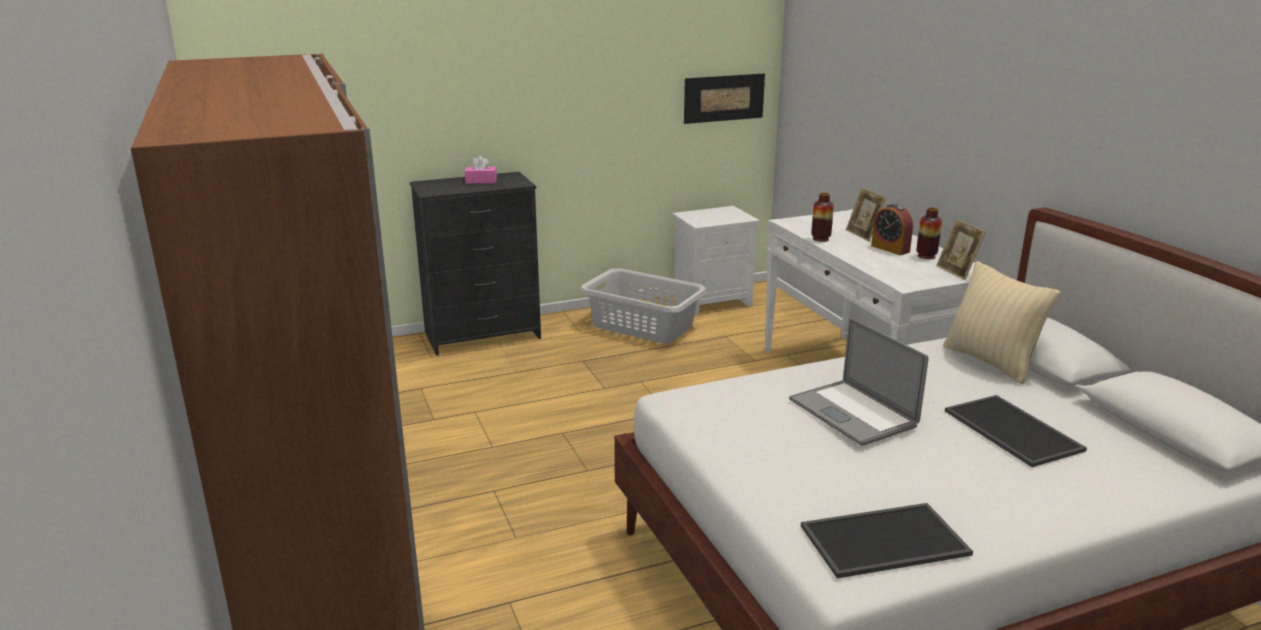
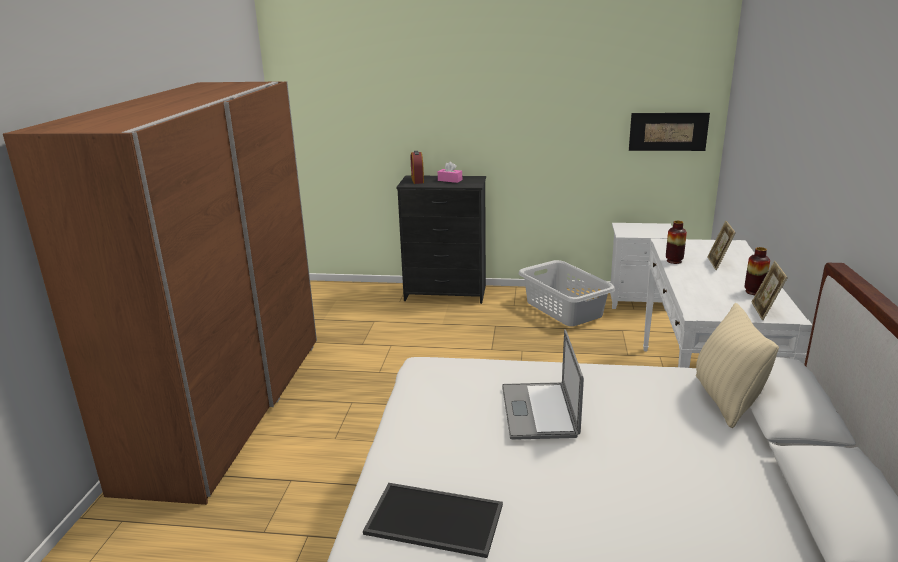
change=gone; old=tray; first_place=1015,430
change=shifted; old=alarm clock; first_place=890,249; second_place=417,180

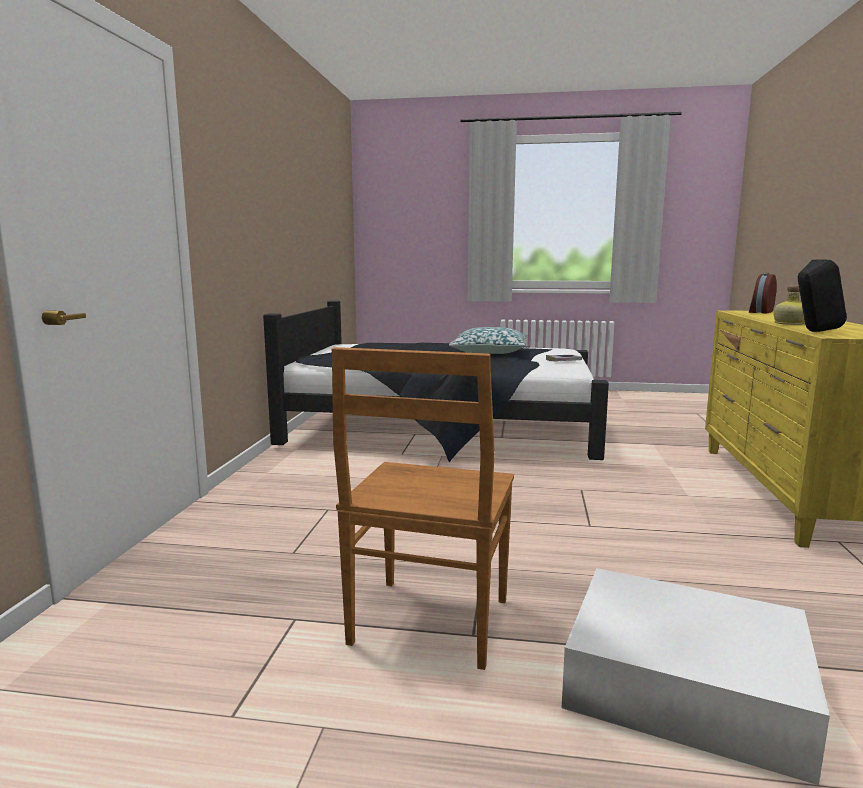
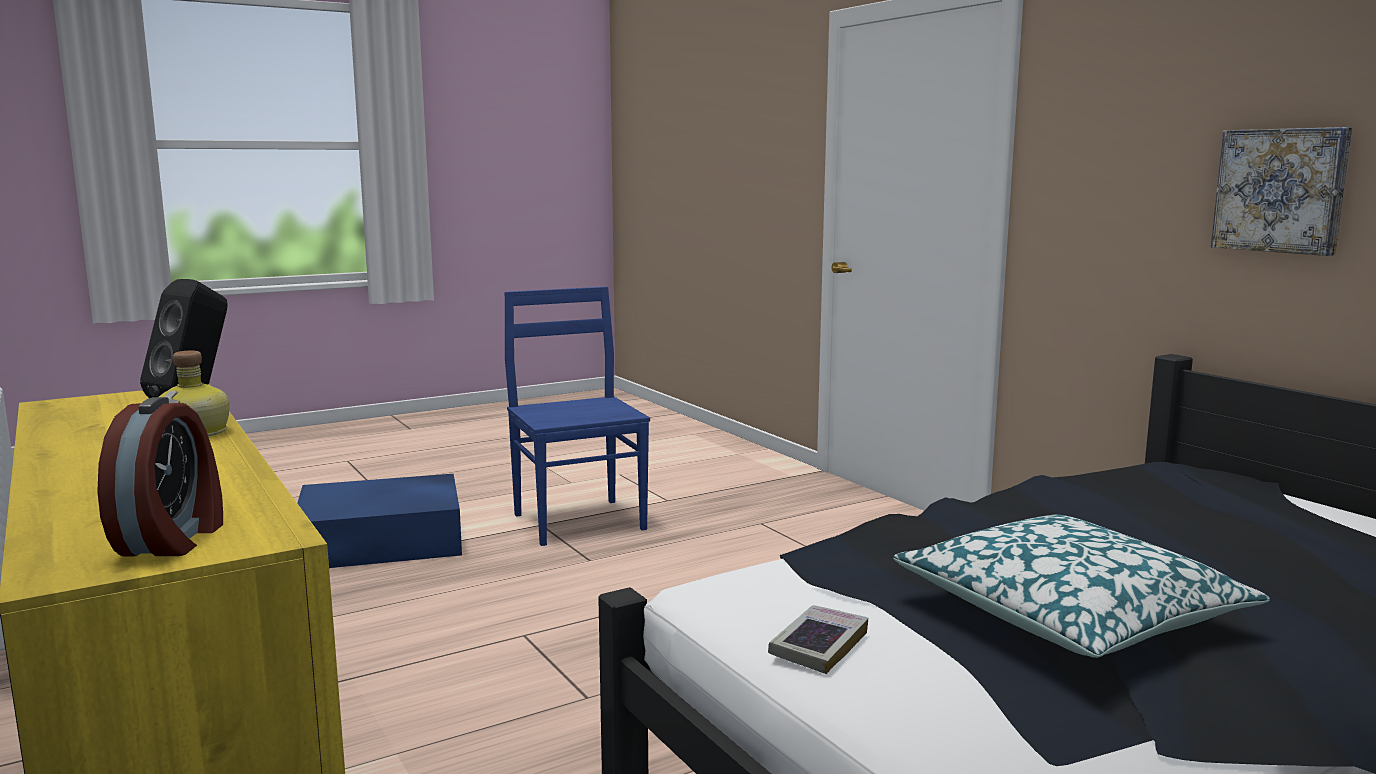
change=new; new=picture; second_place=1281,190
change=repainted; old=brown chair; new=blue chair; first_place=428,624; second_place=578,520
change=repainted; old=white storage box; new=blue storage box; first_place=681,684; second_place=384,541

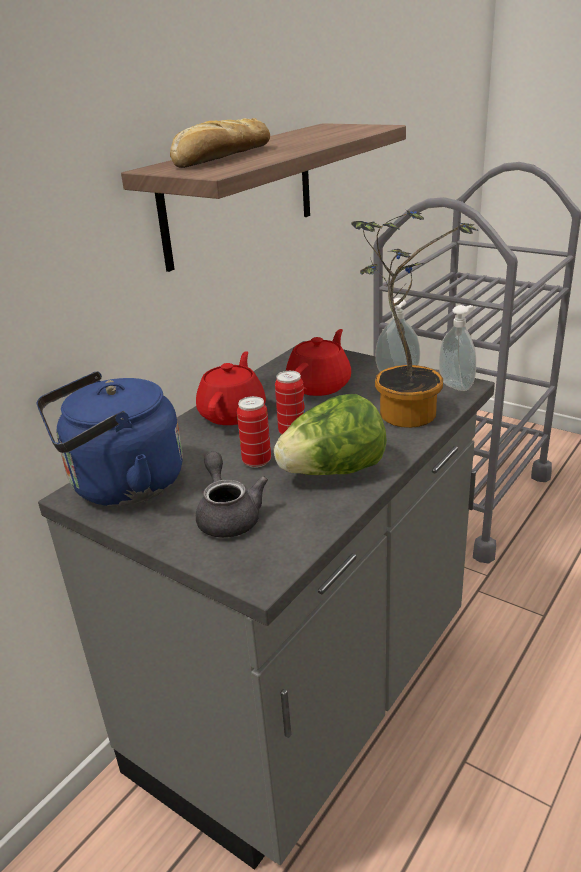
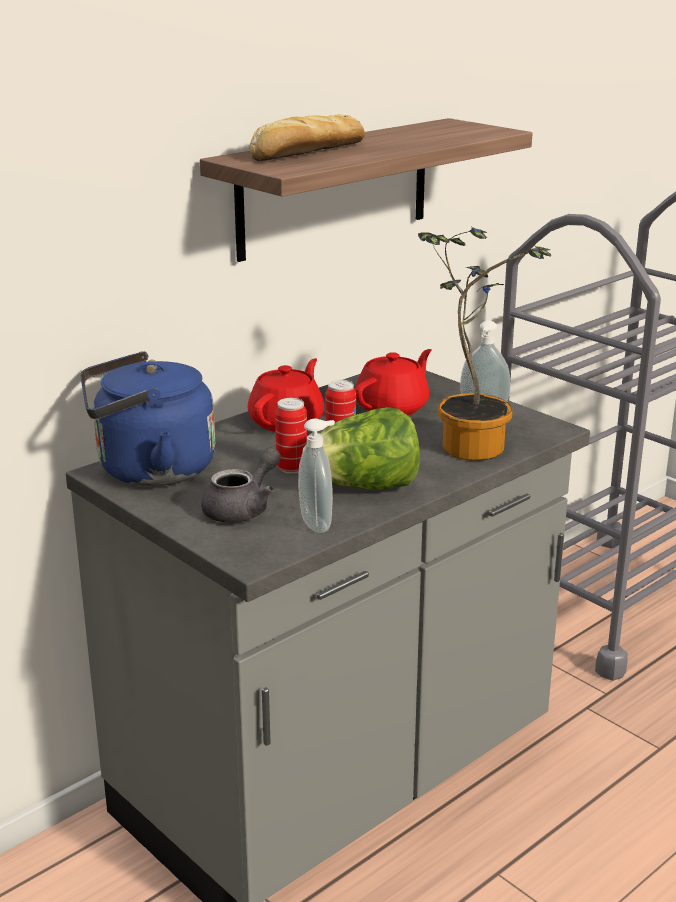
change=shifted; old=soap dispenser; first_place=457,385; second_place=318,524
change=rotated; old=grey teapot; first_place=228,515; second_place=243,509; degrees=45

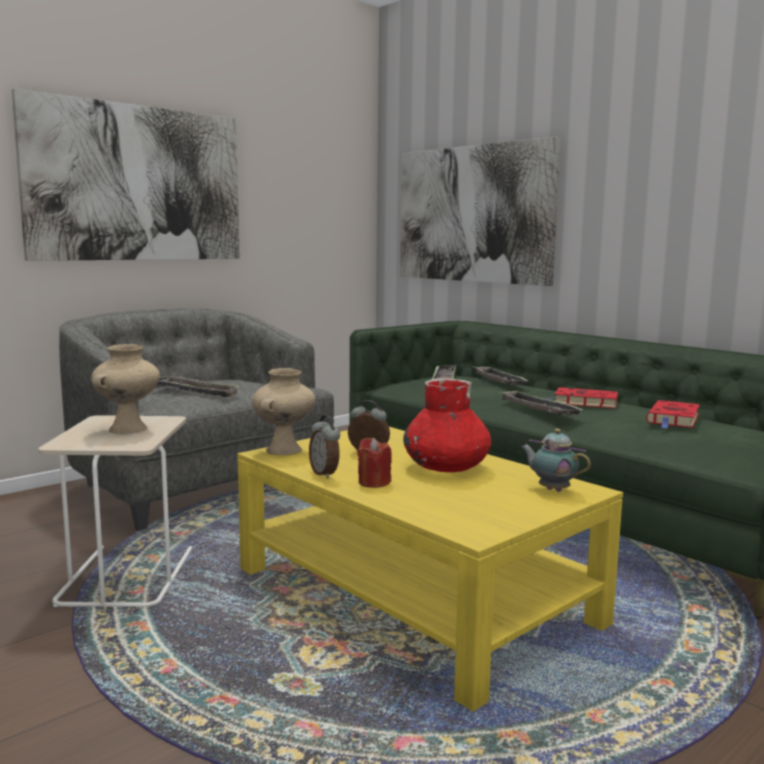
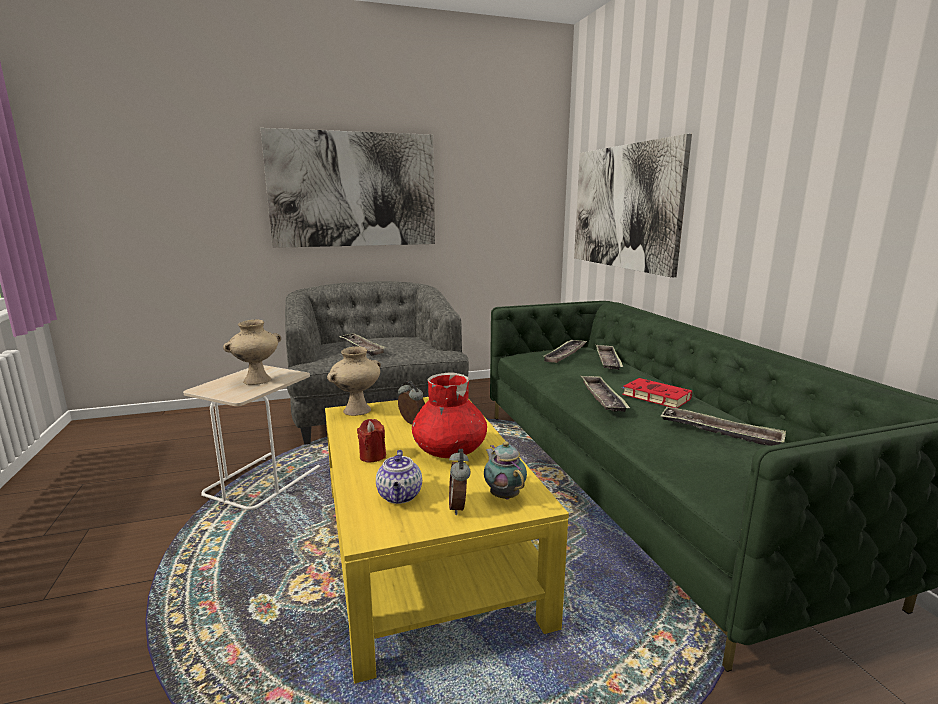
change=new; new=teapot; second_place=400,496
change=shifted; old=alarm clock; first_place=325,474; second_place=459,506
change=swapped; old=red book; new=tray; first_place=673,419; second_place=719,432

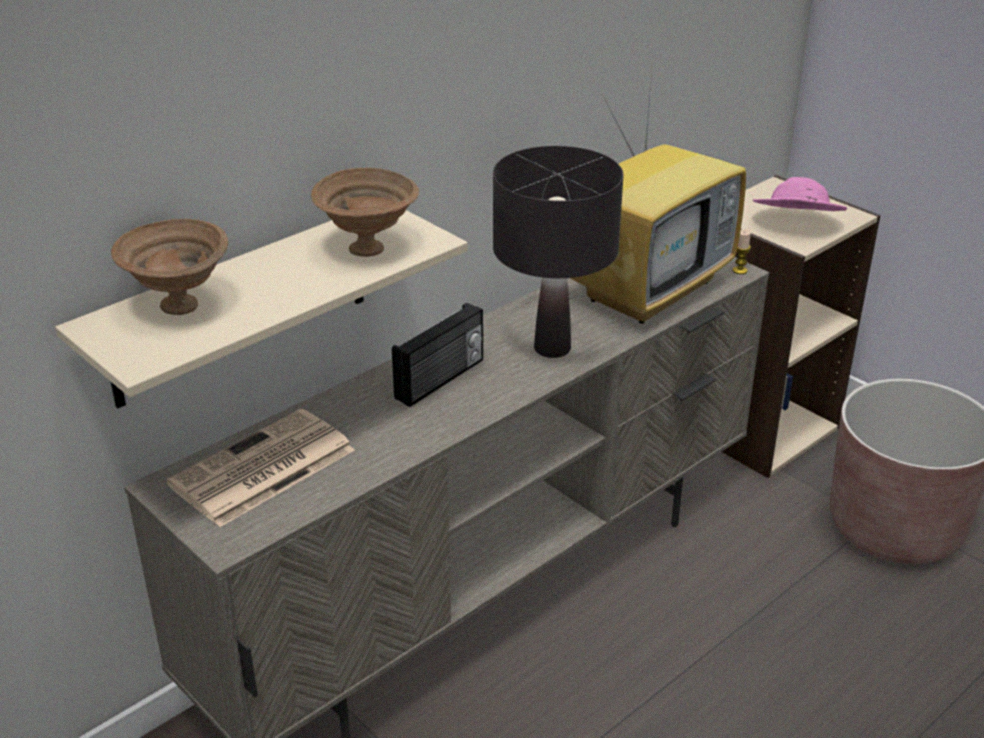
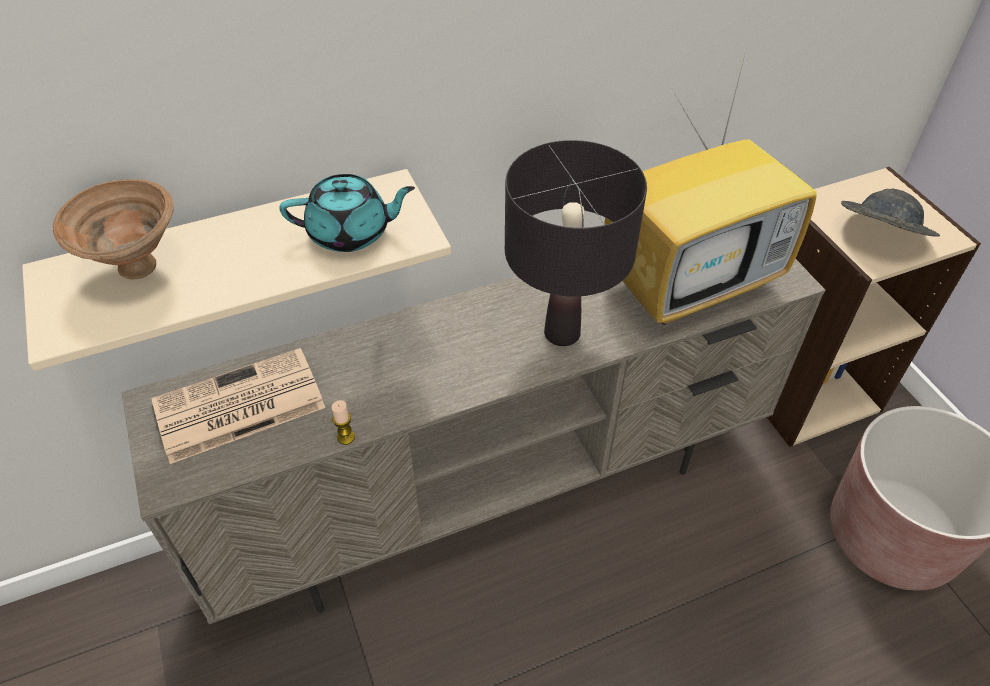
change=gone; old=radio; first_place=441,380
change=shifted; old=candle; first_place=739,270; second_place=346,437
change=swapped; old=brown bowl; new=turquoise teapot; first_place=369,248; second_place=351,233
change=repainted; old=pink hat; new=grey hat; first_place=795,225; second_place=880,236

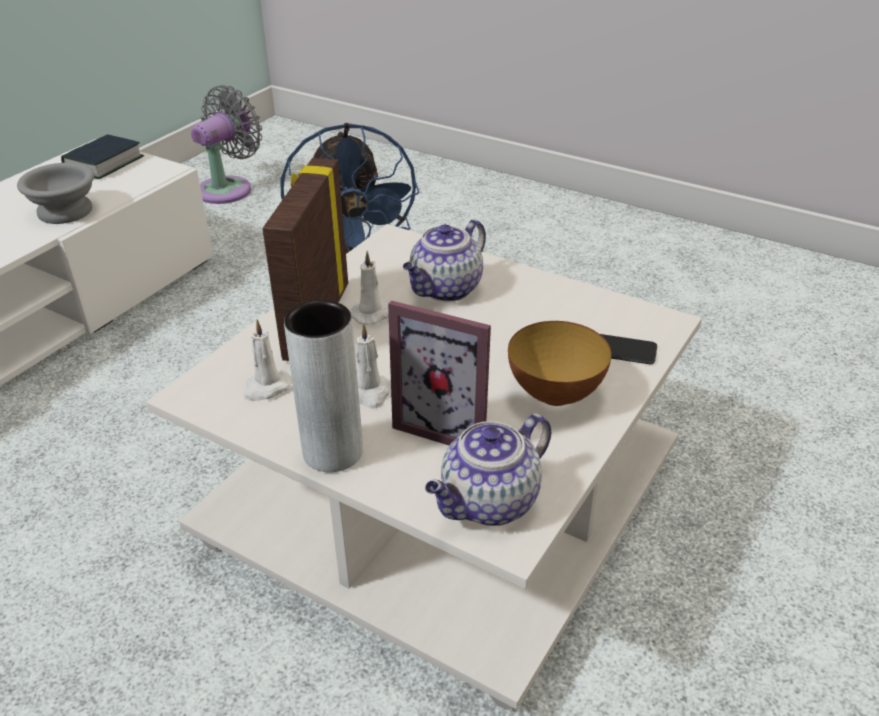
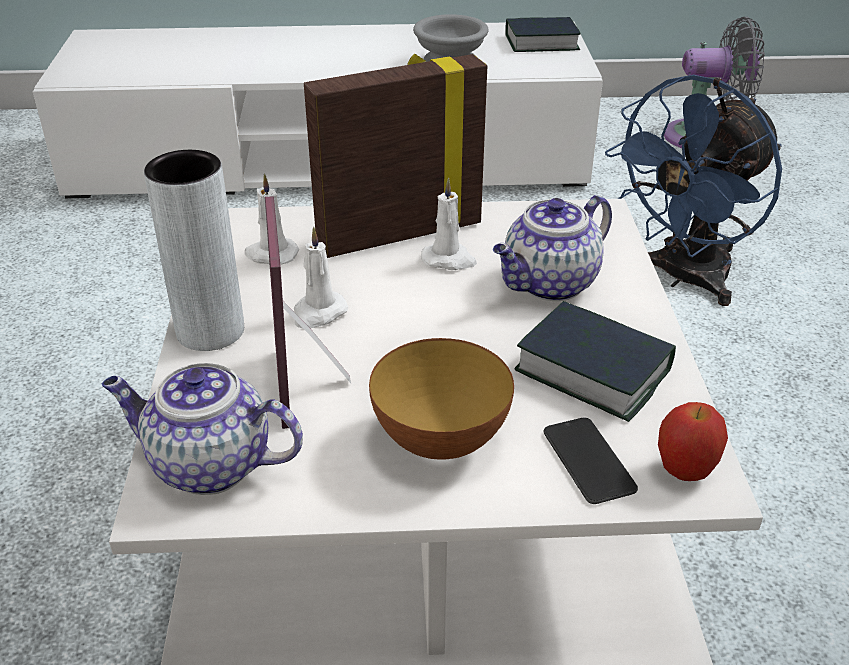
change=new; new=book; second_place=593,370
change=new; new=apple; second_place=684,472
change=rotated; old=teapot; first_place=446,290; second_place=549,284; degrees=-45

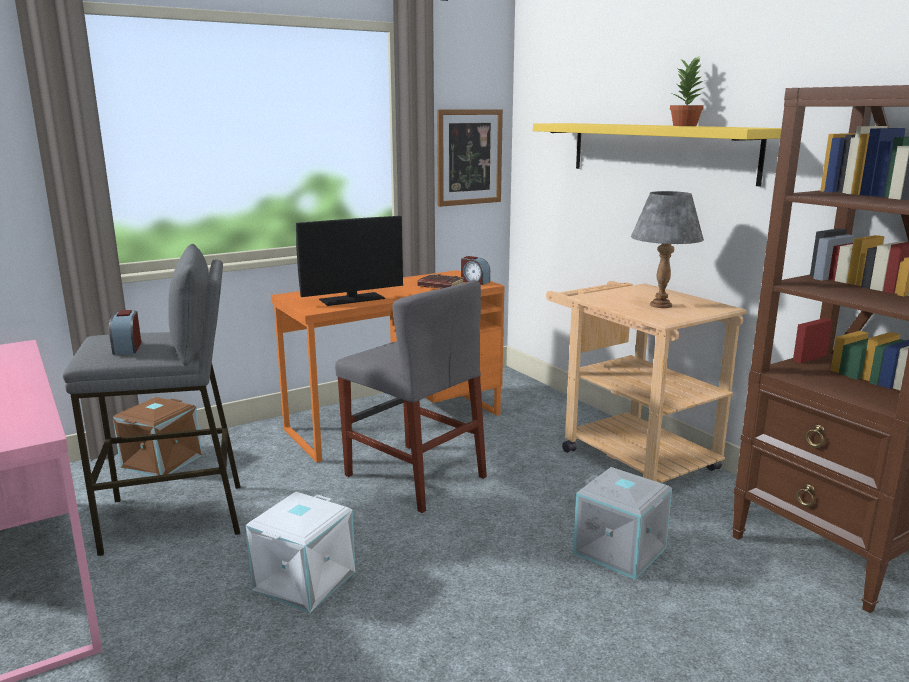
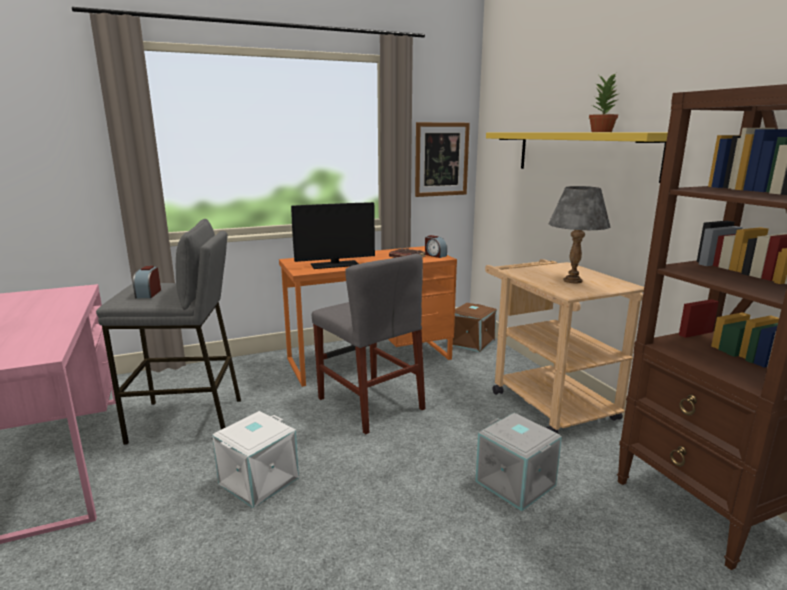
change=shifted; old=brown storage box; first_place=162,462; second_place=472,343

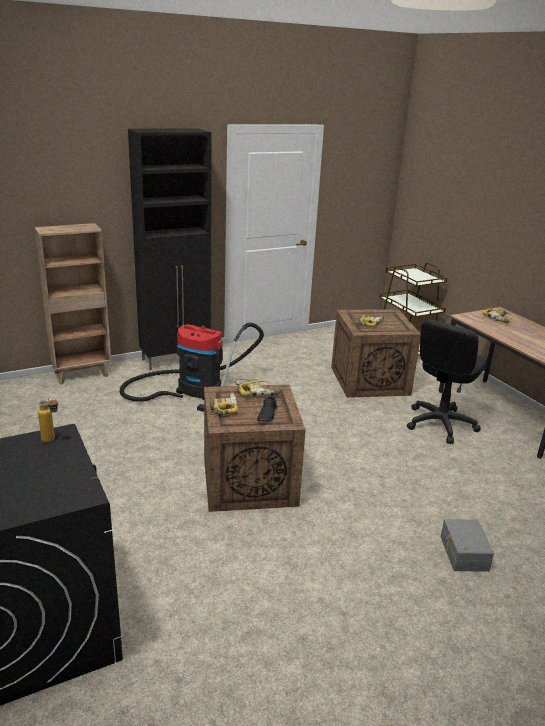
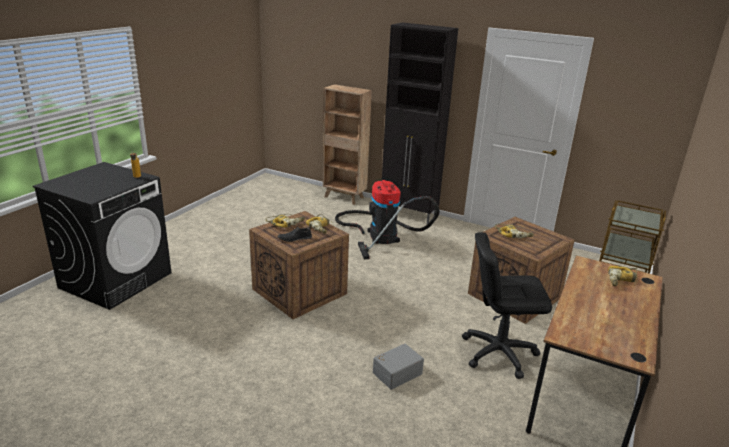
change=shifted; old=grey storage box; first_place=462,553; second_place=396,372

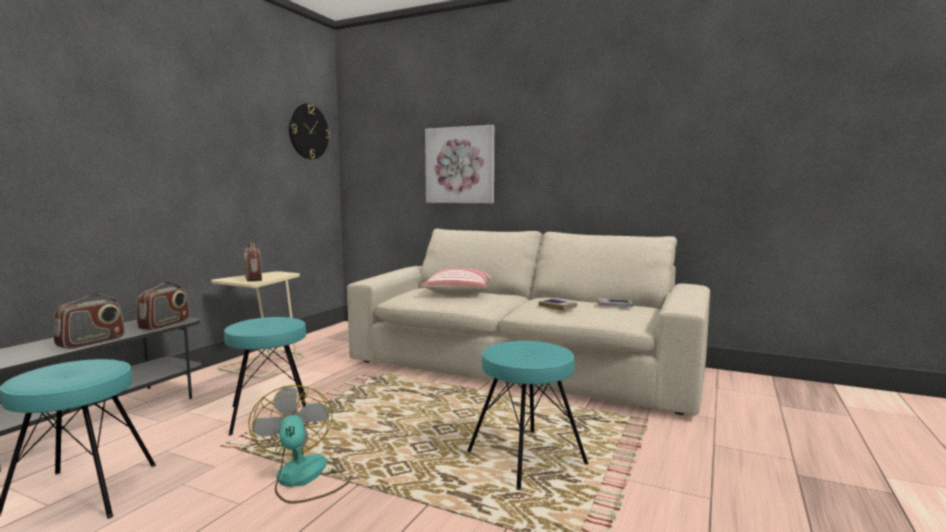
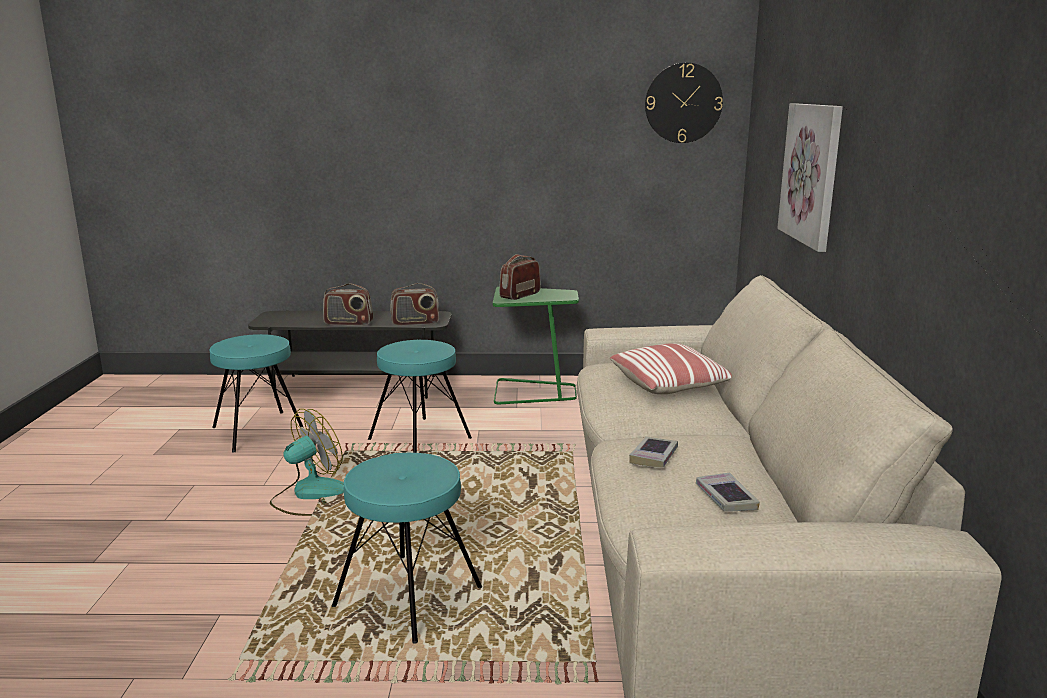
change=repainted; old=beige side table; new=green side table; first_place=264,364; second_place=533,392

